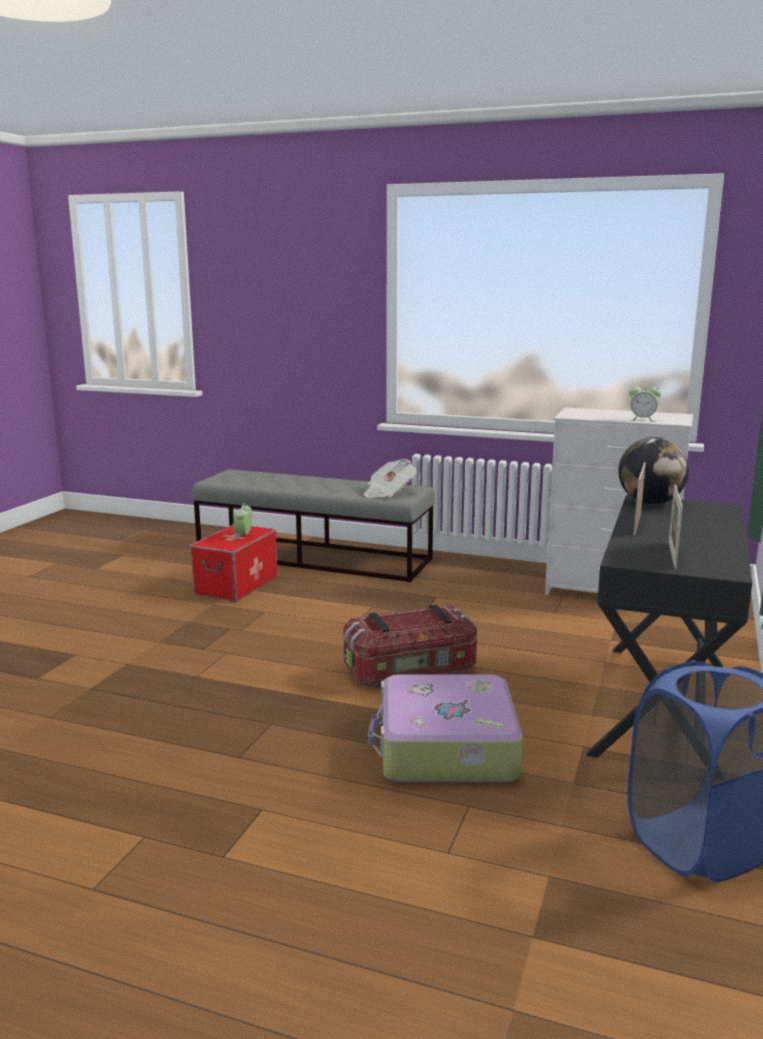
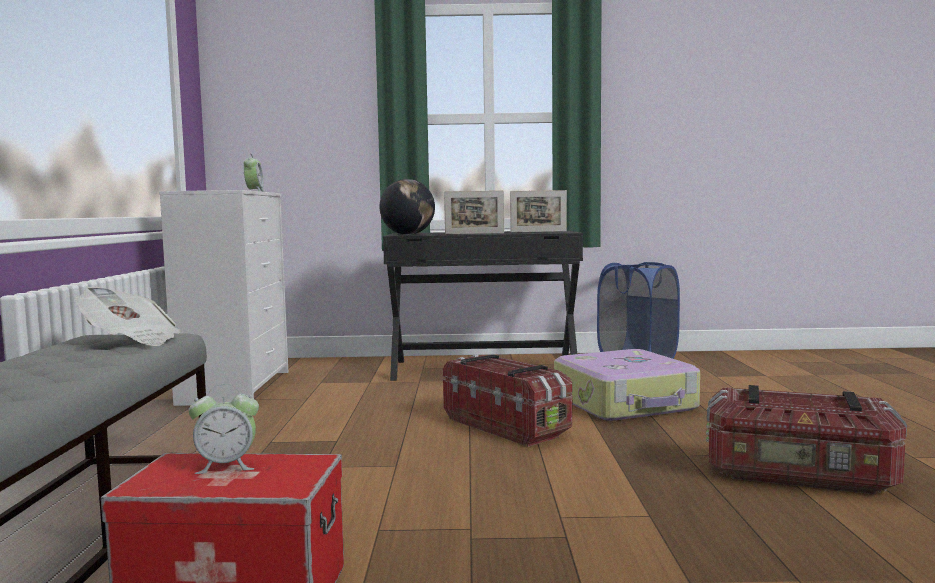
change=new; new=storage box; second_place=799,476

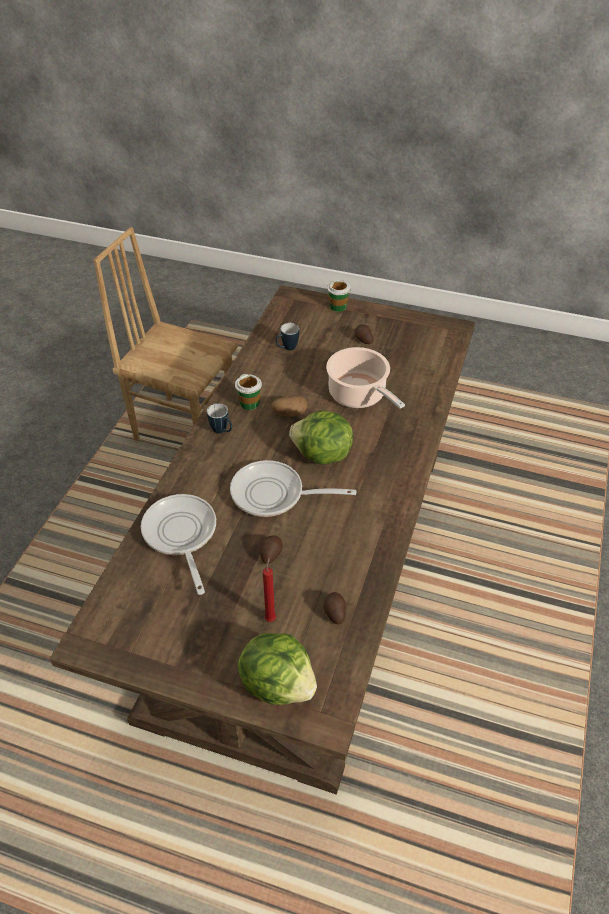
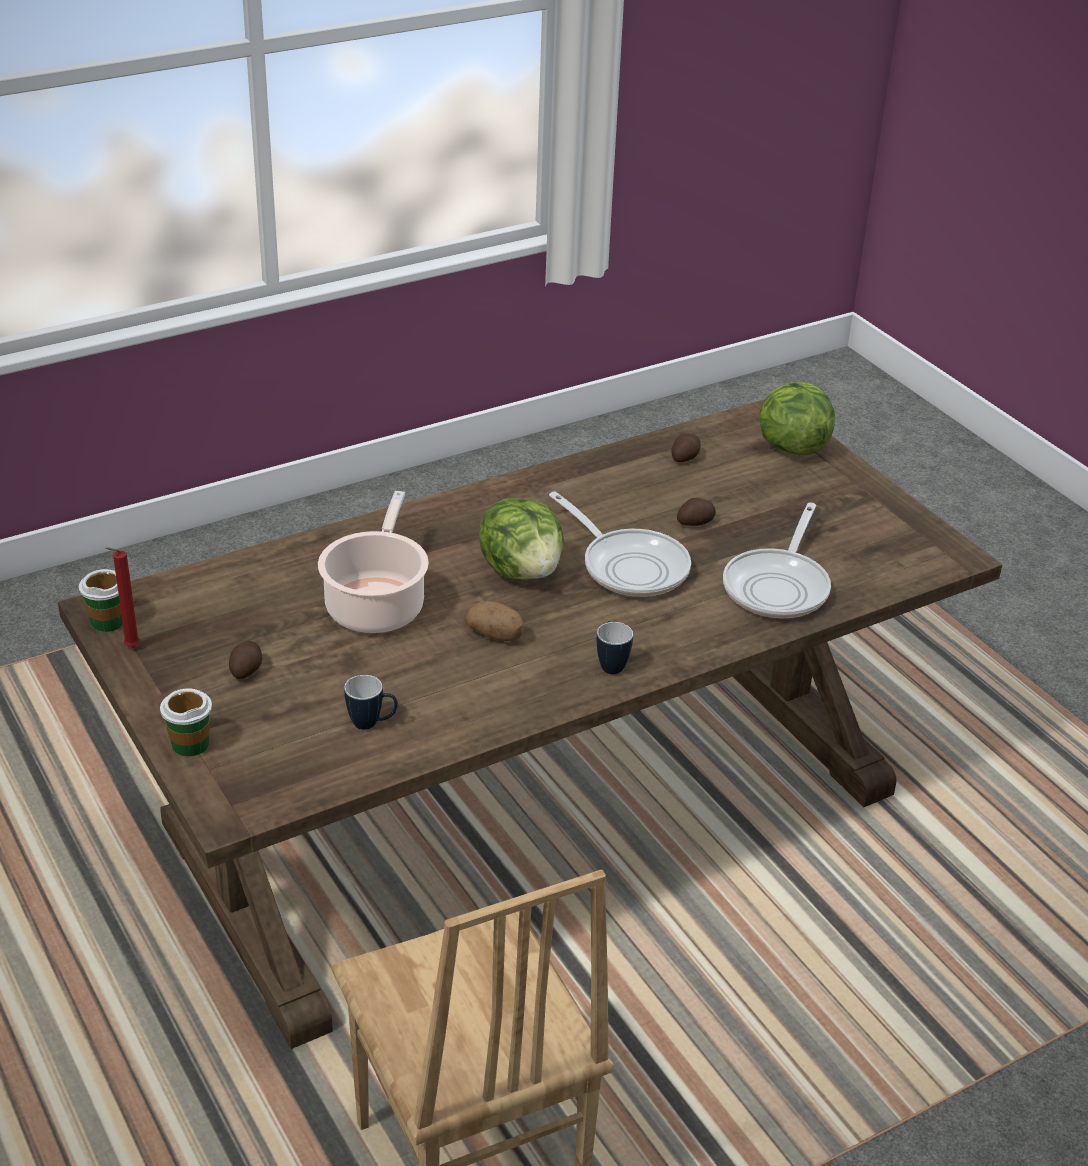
change=shifted; old=cup; first_place=249,403; second_place=108,621
change=shifted; old=red candle; first_place=271,617; second_place=130,648

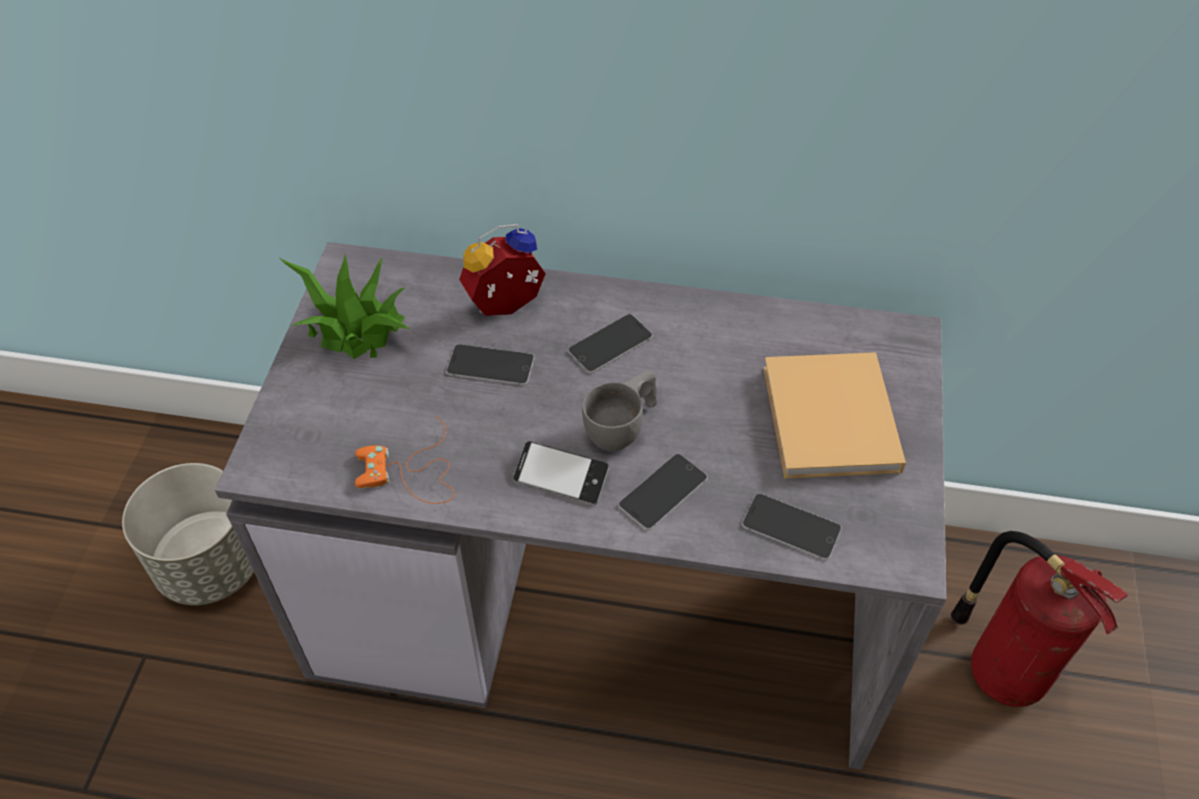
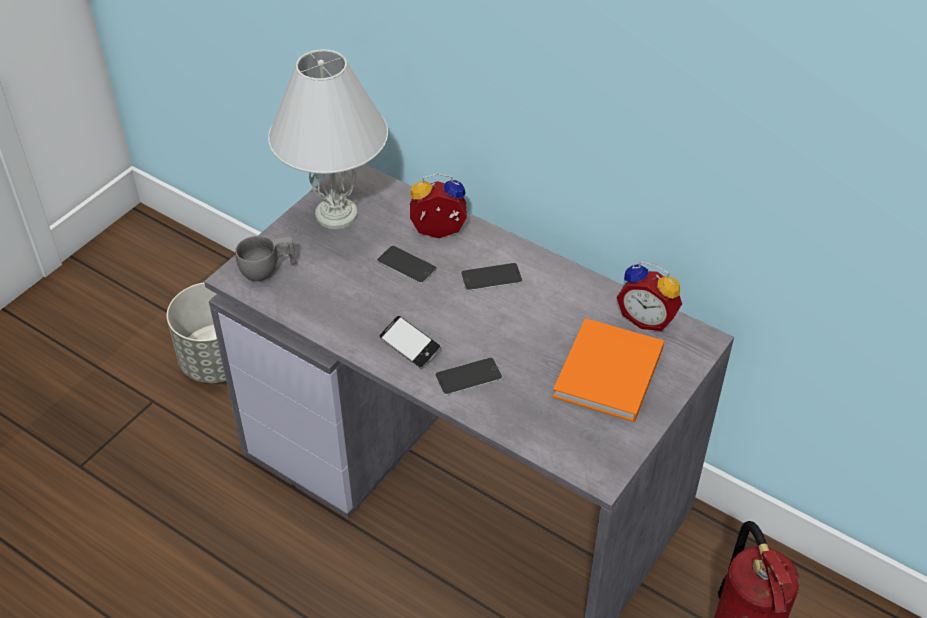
change=gone; old=orange game controller; first_place=411,472
change=gone; old=phone; first_place=791,526
change=new; new=alarm clock; second_place=647,318
change=shifted; old=grey cup; first_place=623,427; second_place=268,270
change=swapped; old=potted plant; new=white table lamp; first_place=355,326; second_place=337,214
change=repainted; old=beige book; new=orange book; first_place=831,422; second_place=607,375

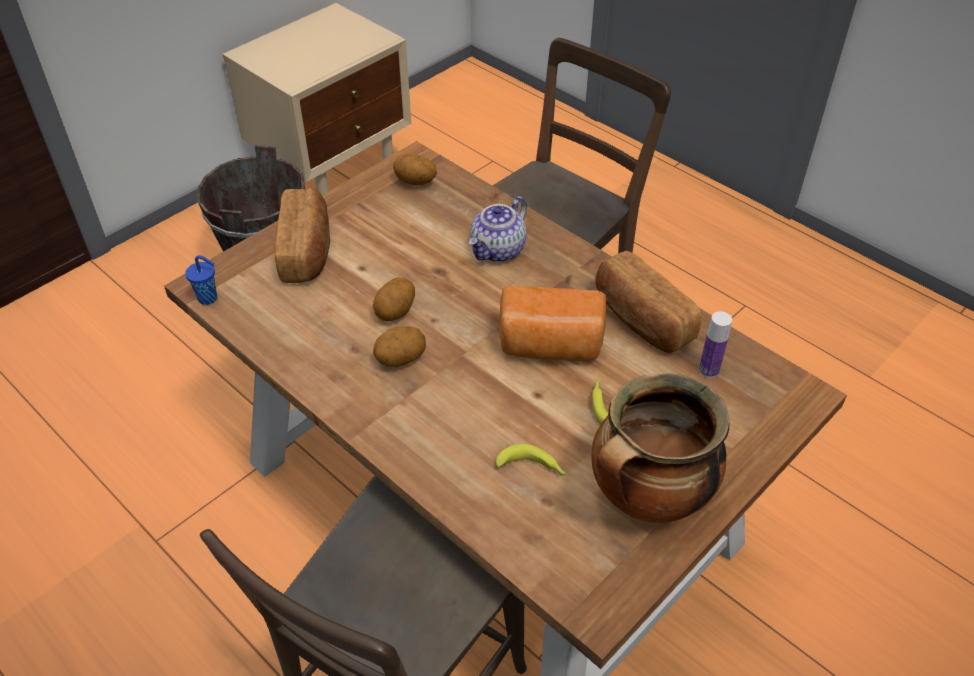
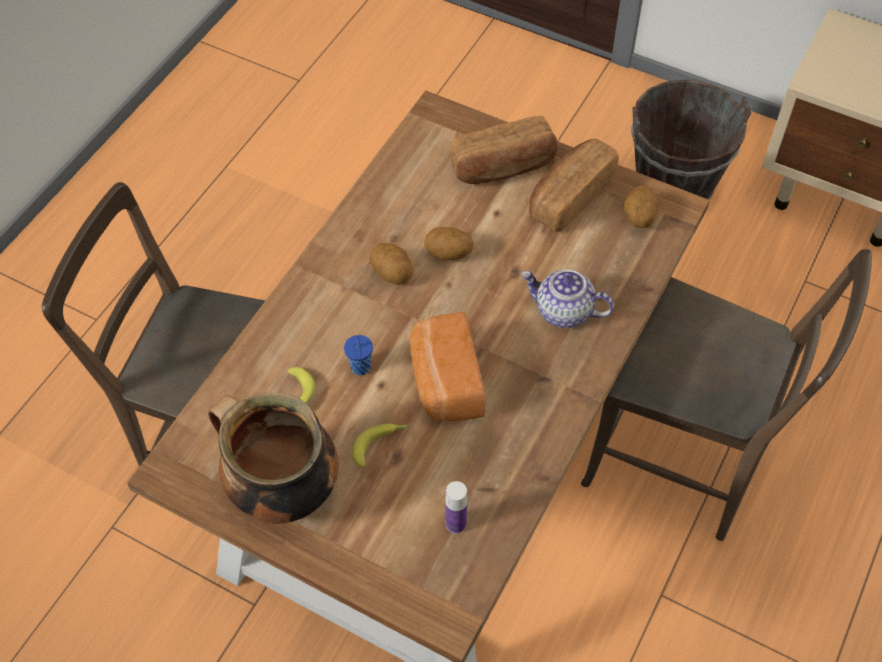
change=shifted; old=blue cup; first_place=209,298; second_place=361,368
change=shifted; old=bread; first_place=641,319; second_place=569,196

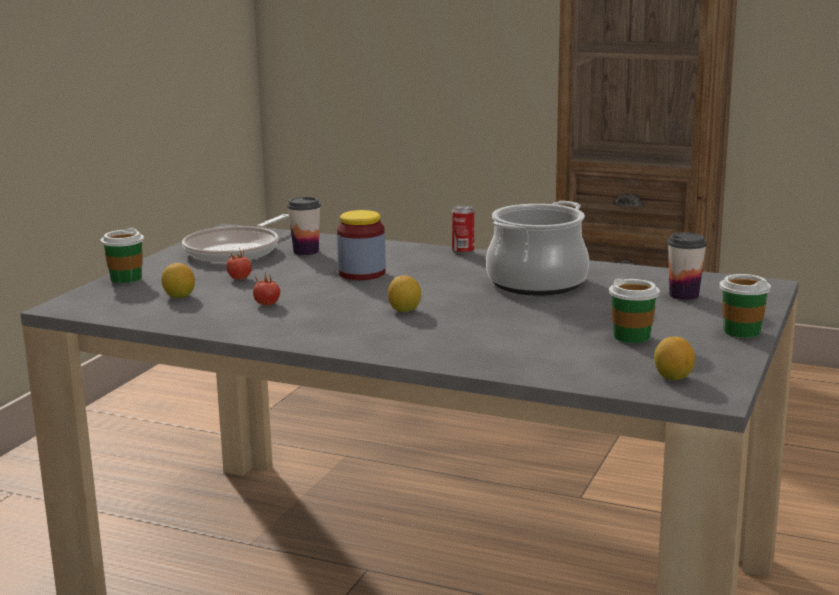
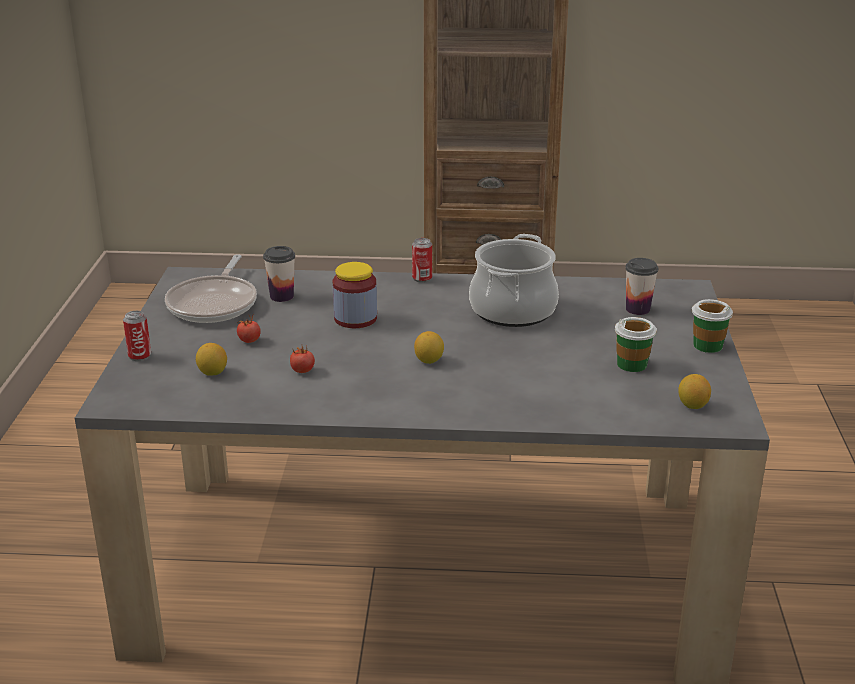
change=swapped; old=cup; new=can; first_place=126,278; second_place=140,356

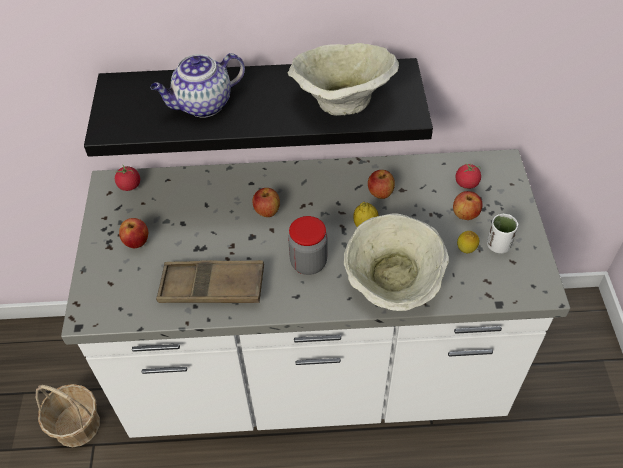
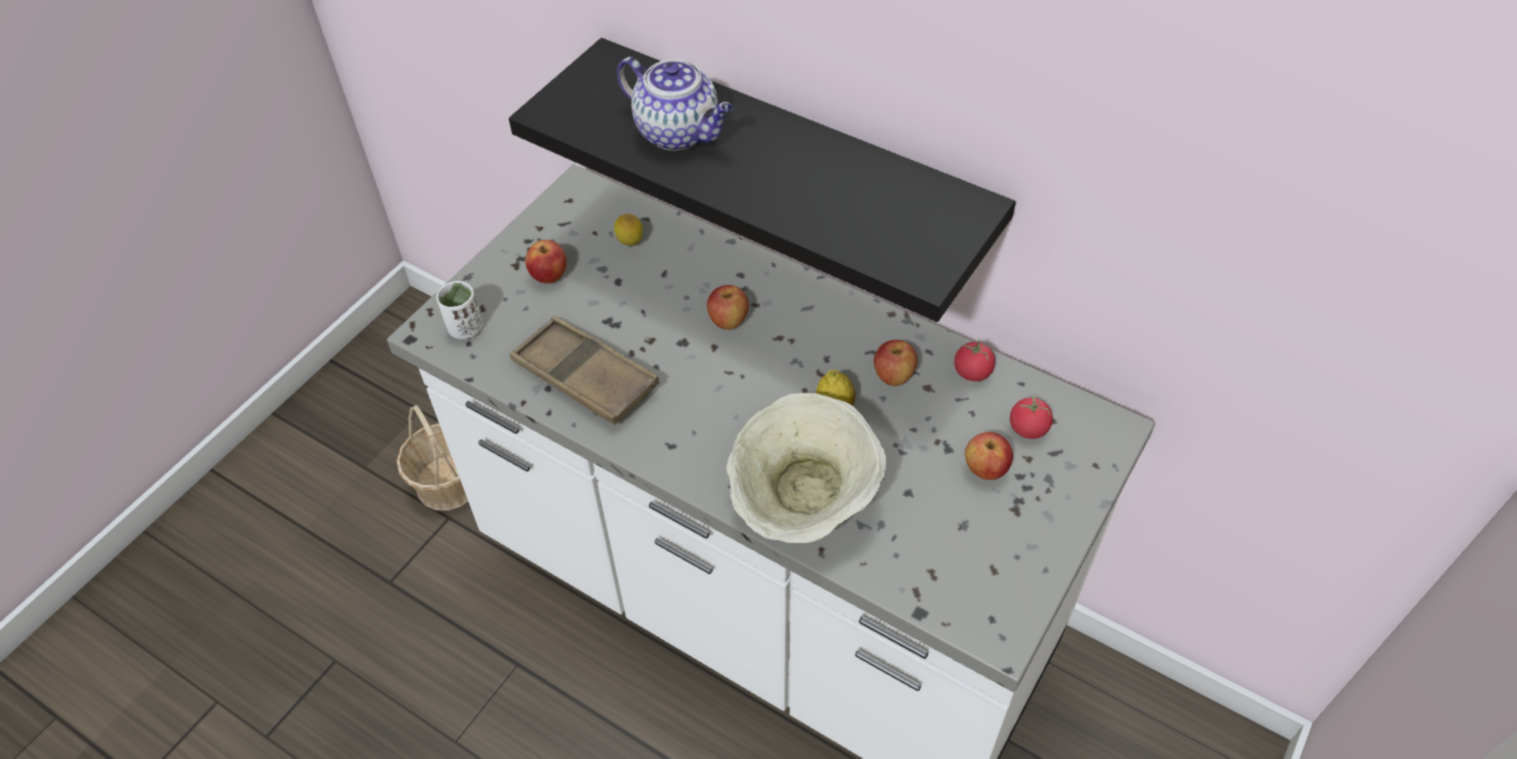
change=gone; old=beige bowl; first_place=341,102
change=gone; old=jar; first_place=308,263
change=shifted; old=tomato; first_place=129,185; second_place=972,372
change=shifted; old=lemon; first_place=465,251; second_place=630,244
change=shifted; old=white cup; first_place=498,245; second_place=465,328
change=rotated; old=teapot; first_place=202,105; second_place=679,132; degrees=-150

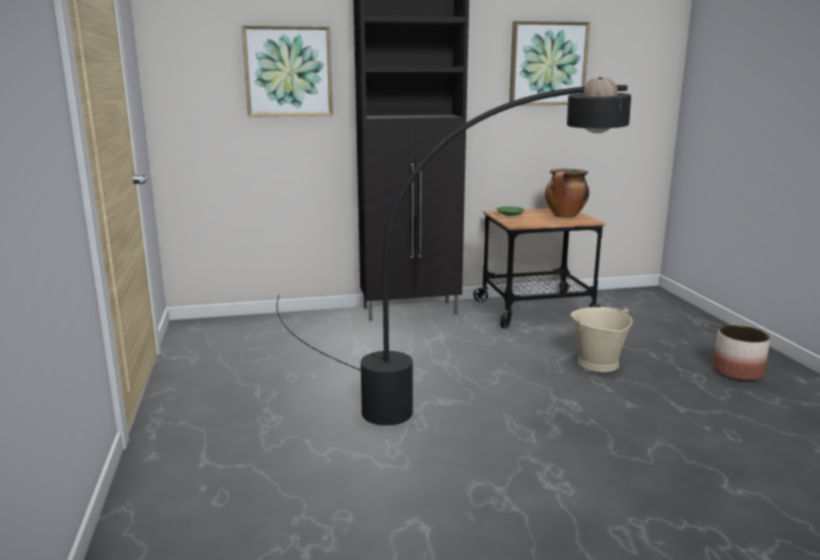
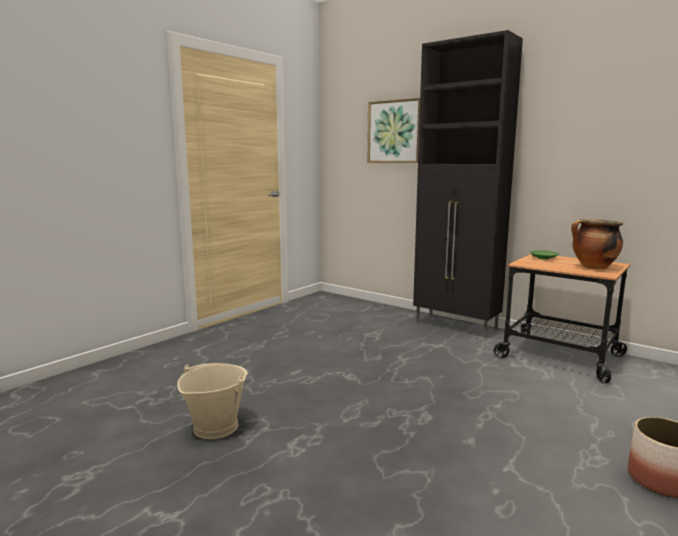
change=gone; old=black floor lamp; first_place=444,397
change=gone; old=picture; first_place=548,64
change=shifted; old=beige bucket; first_place=597,363; second_place=215,426

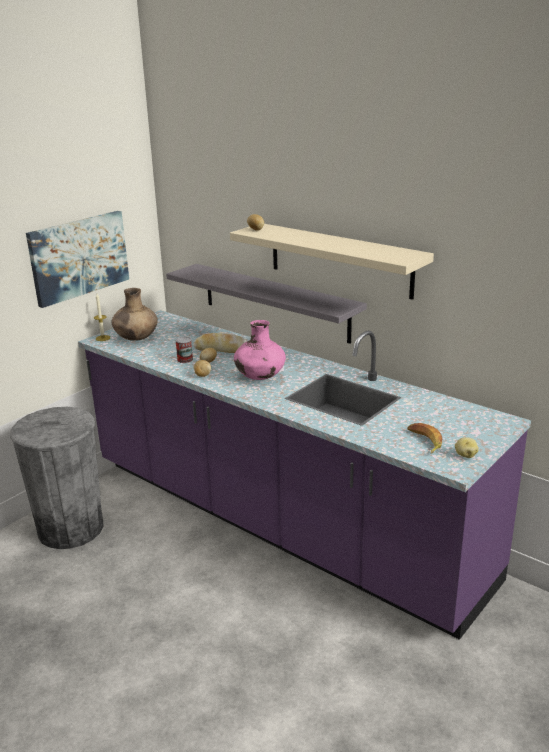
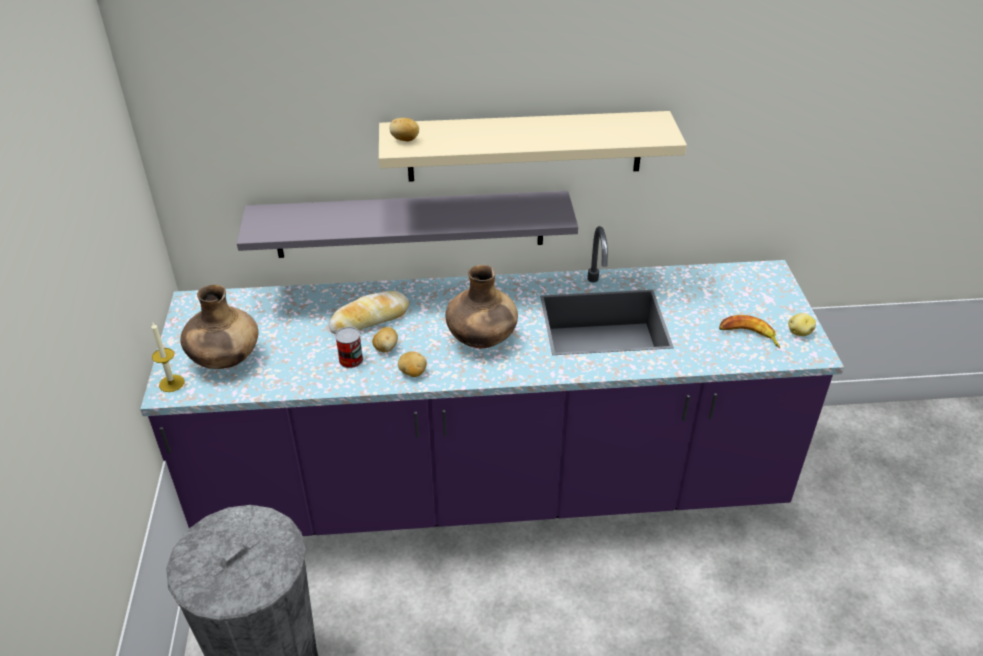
change=gone; old=picture; first_place=79,257
change=repainted; old=pink vase; new=brown vase; first_place=260,377; second_place=481,339

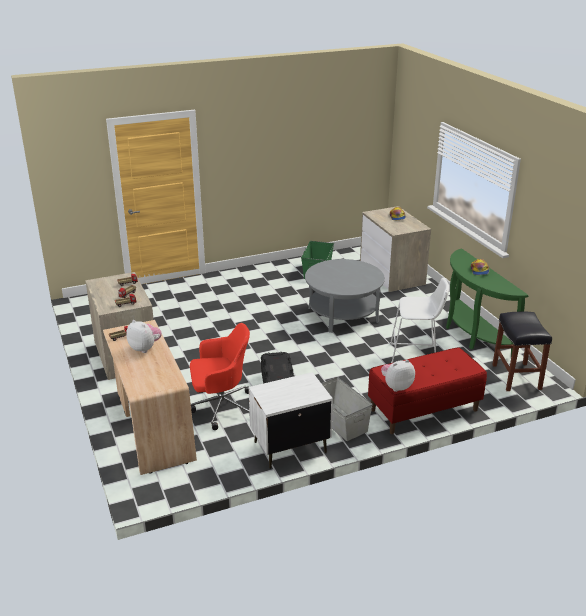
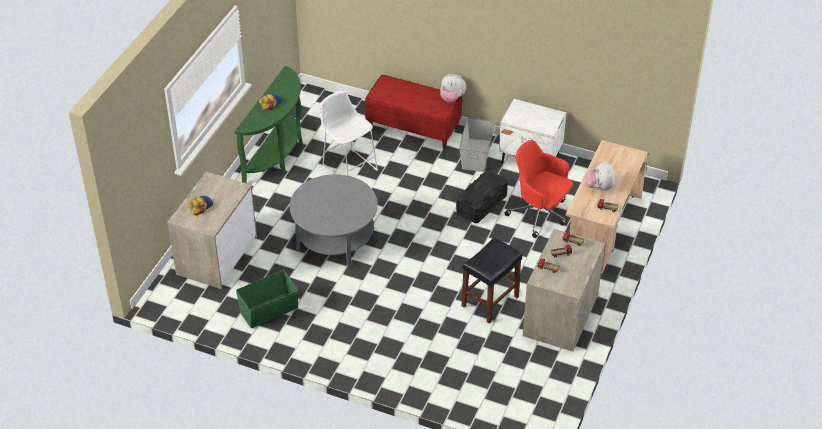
change=shifted; old=black stool; first_place=517,377; second_place=490,301

